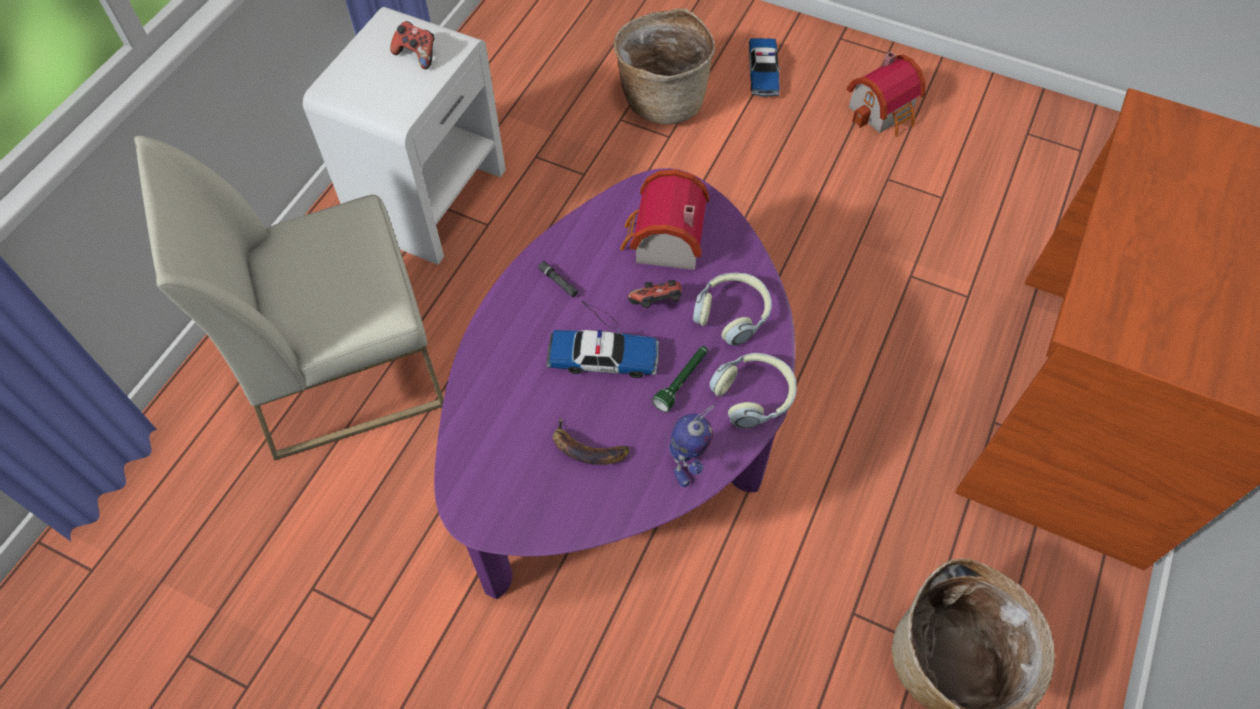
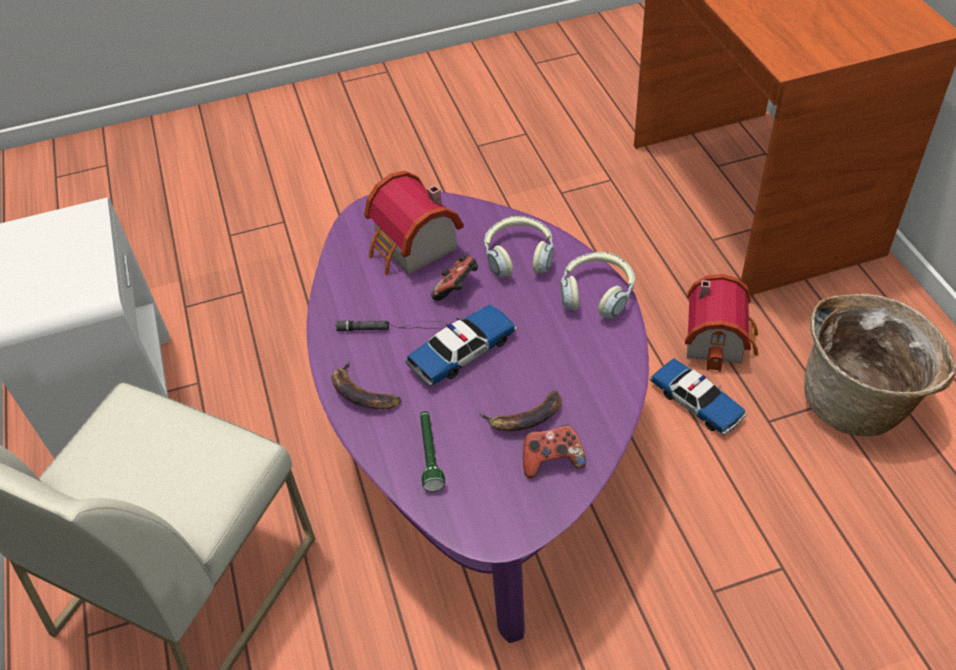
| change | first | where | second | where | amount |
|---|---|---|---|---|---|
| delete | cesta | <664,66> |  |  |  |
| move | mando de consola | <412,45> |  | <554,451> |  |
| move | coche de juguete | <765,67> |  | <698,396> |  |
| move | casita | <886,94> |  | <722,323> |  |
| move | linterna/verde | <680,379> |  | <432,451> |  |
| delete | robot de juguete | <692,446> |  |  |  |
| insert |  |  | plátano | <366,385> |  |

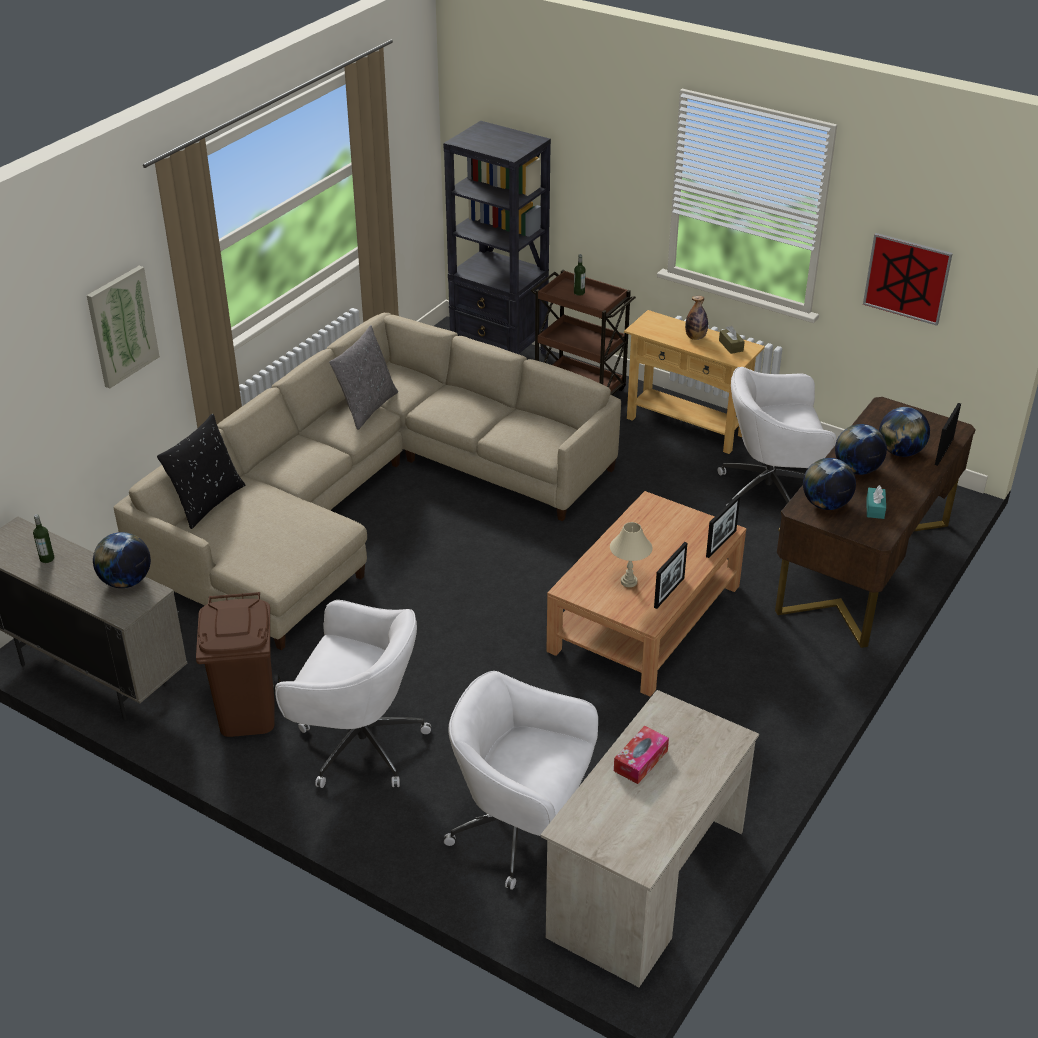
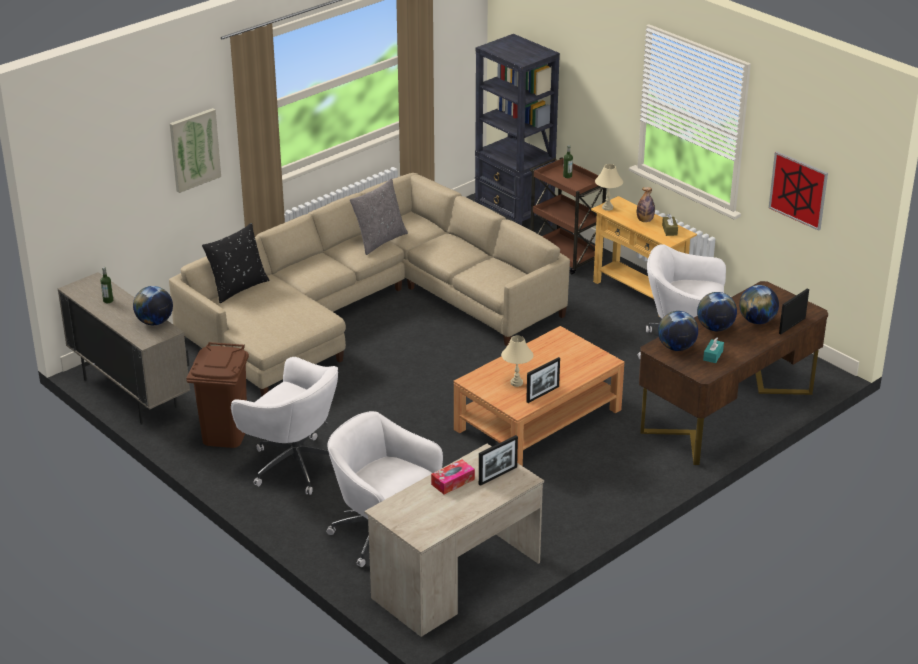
| change | first | where | second | where | amount |
|---|---|---|---|---|---|
| move | portarretratos | <723,526> |  | <498,460> |  |
| insert |  |  | lámpara de mesa/beis | <609,187> |  |

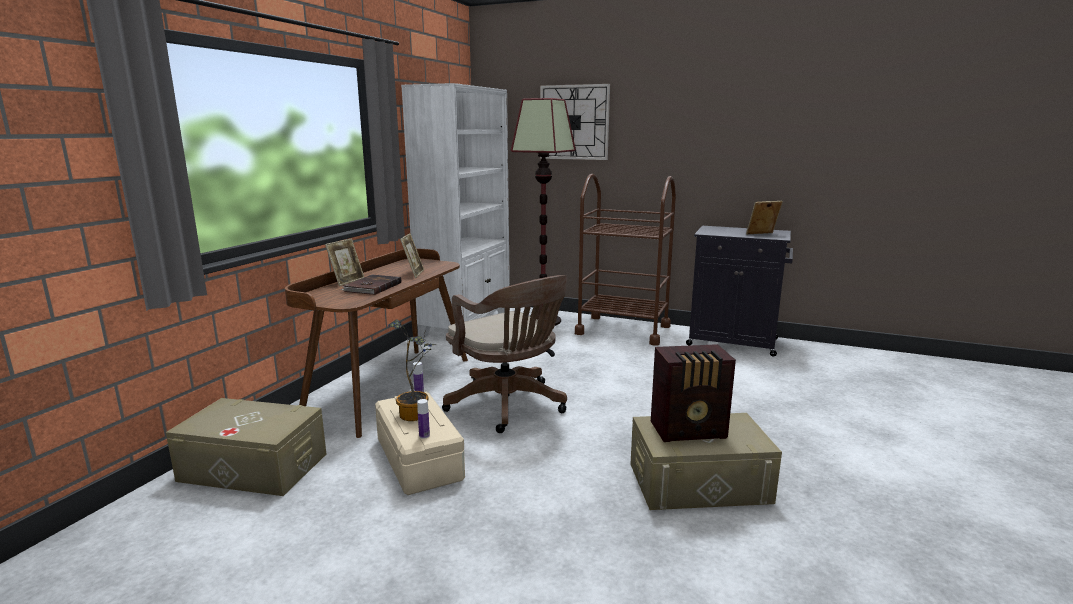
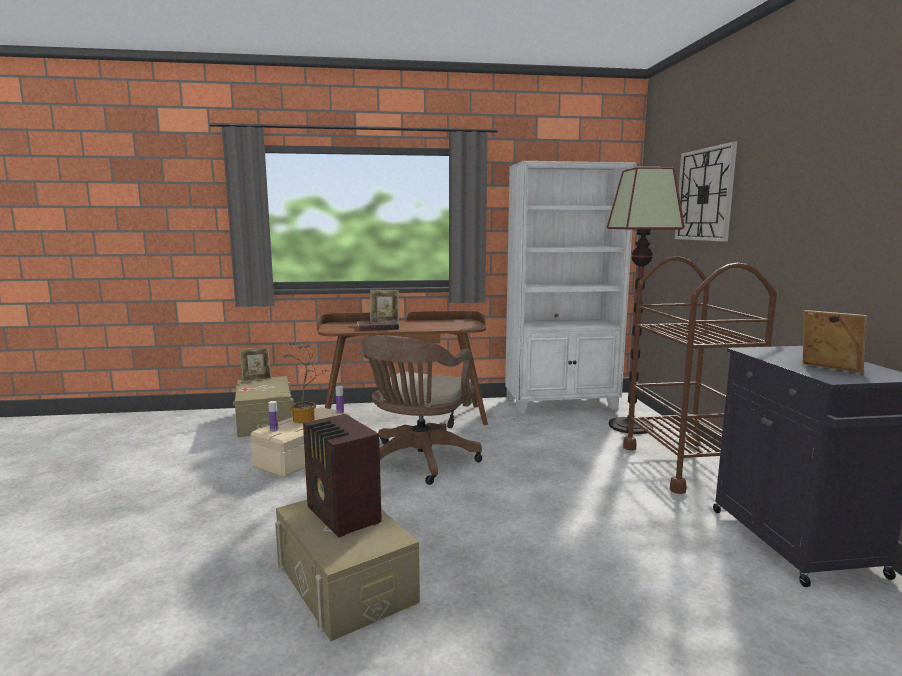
| change | first | where | second | where | amount |
|---|---|---|---|---|---|
| move | portarretratos | <412,255> |  | <255,364> |  |

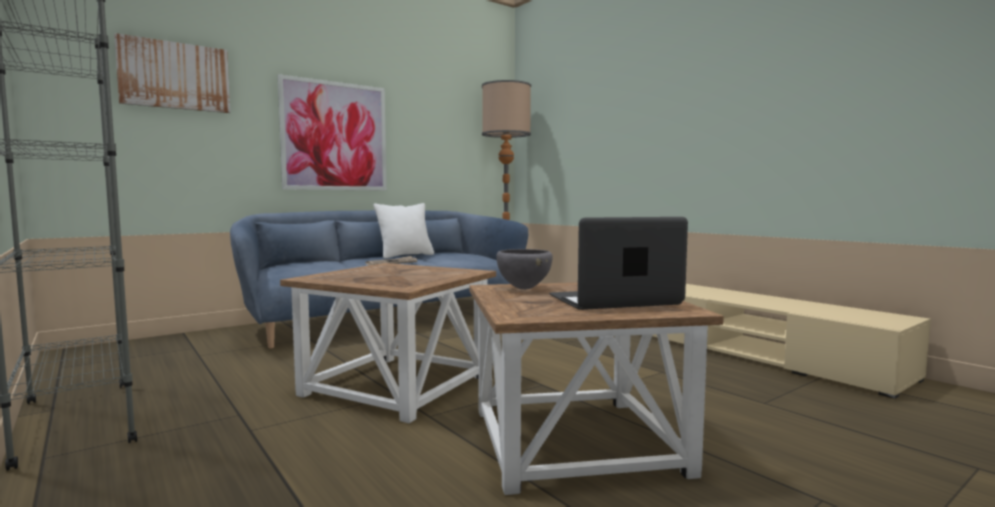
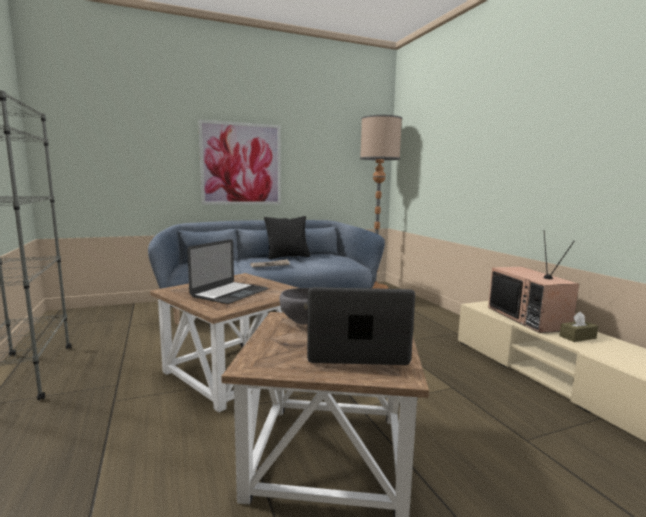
| change | first | where | second | where | amount |
|---|---|---|---|---|---|
| delete | cuadro | <172,73> |  |  |  |
| recolor | cojín/blanco | <403,231> | cojín/negro | <287,237> |  |
| insert |  |  | televisor | <533,281> |  |
| insert |  |  | portátil | <227,271> |  |
| insert |  |  | caja de pañuelos/marrón | <578,327> |  |

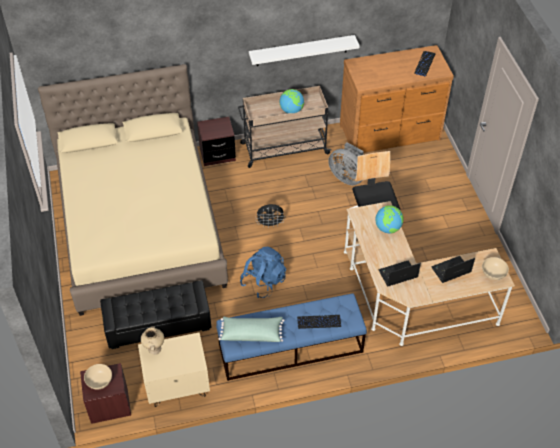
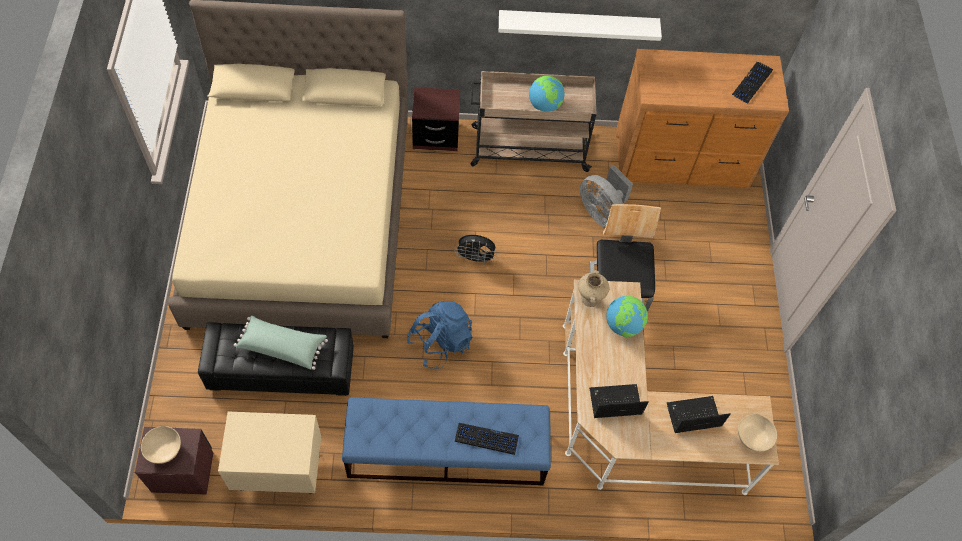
| change | first | where | second | where | amount |
|---|---|---|---|---|---|
| move | cojín/verde | <251,329> |  | <281,342> |  |
| move | florero/beis | <152,340> |  | <593,288> |  |

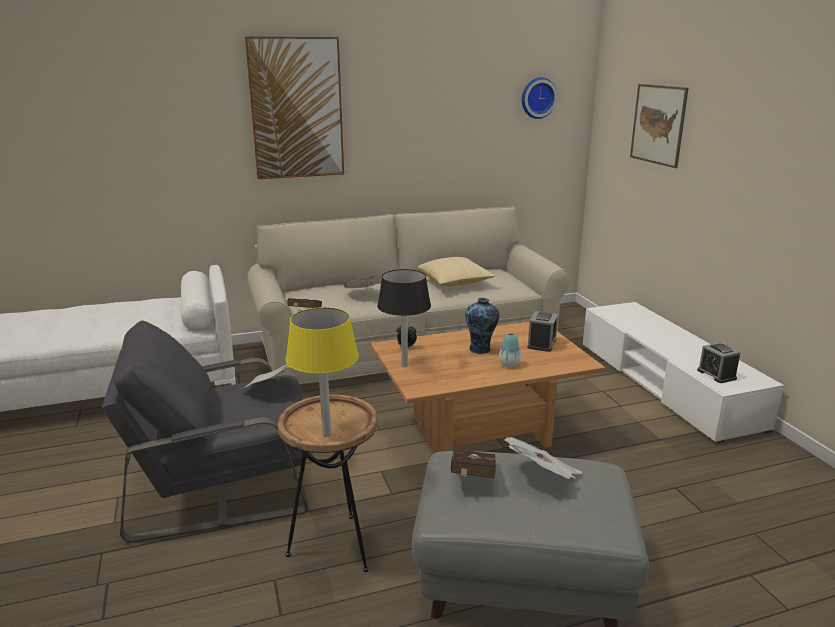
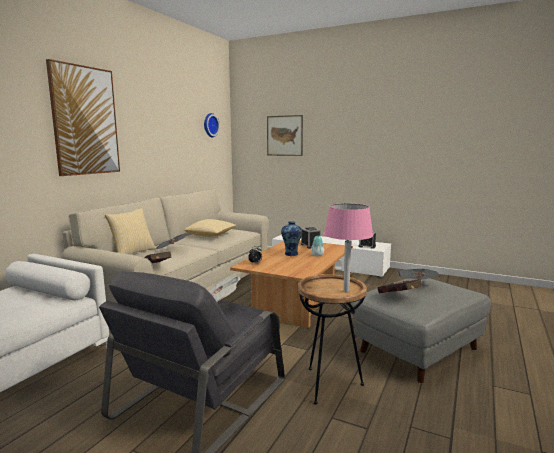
| change | first | where | second | where | amount |
|---|---|---|---|---|---|
| delete | lámpara de mesa/negro | <404,318> |  |  |  |
| recolor | lámpara de mesa/amarillo | <322,371> | lámpara de mesa/rosa | <348,247> |  |
| insert |  |  | cojín | <130,231> |  |

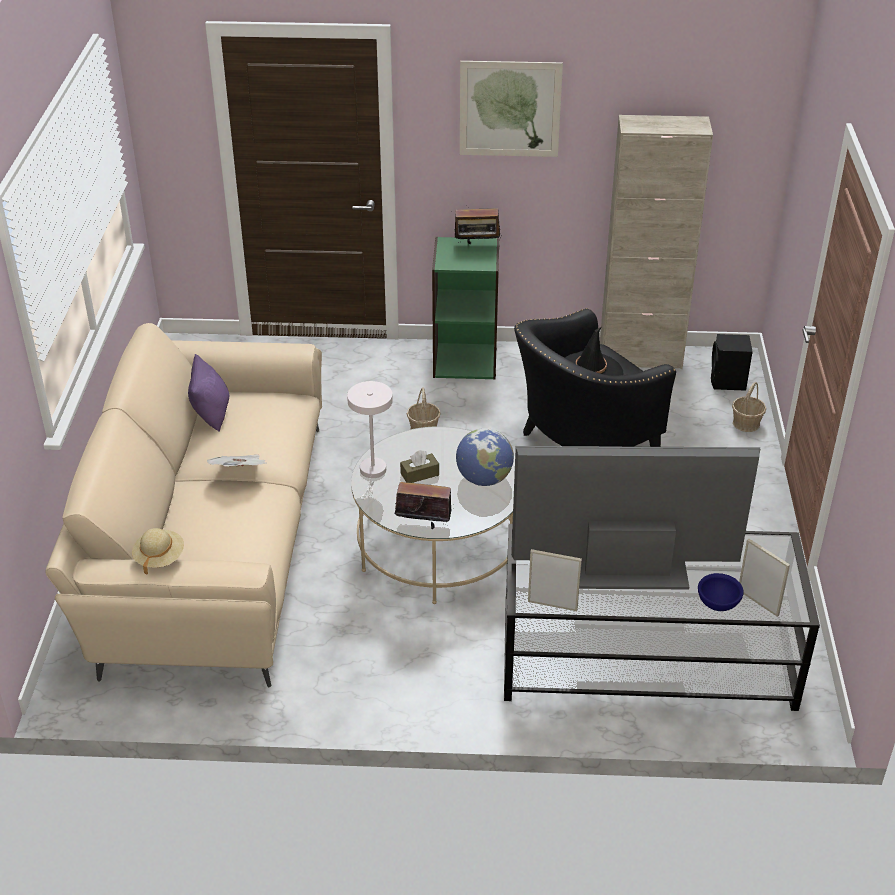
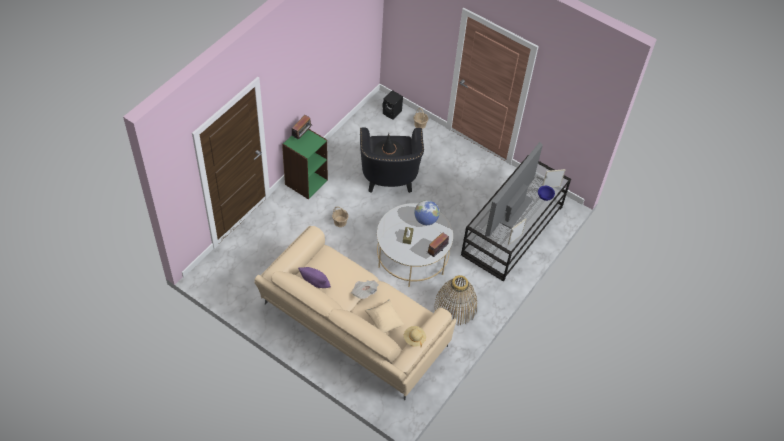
| change | first | where | second | where | amount |
|---|---|---|---|---|---|
| delete | cuadro | <511,109> |  |  |  |
| delete | armario/beis | <656,242> |  |  |  |
| delete | lámpara de mesa/blanco | <370,440> |  |  |  |
| insert |  |  | cesta | <455,300> |  |
| insert |  |  | cojín/beis | <384,316> |  |

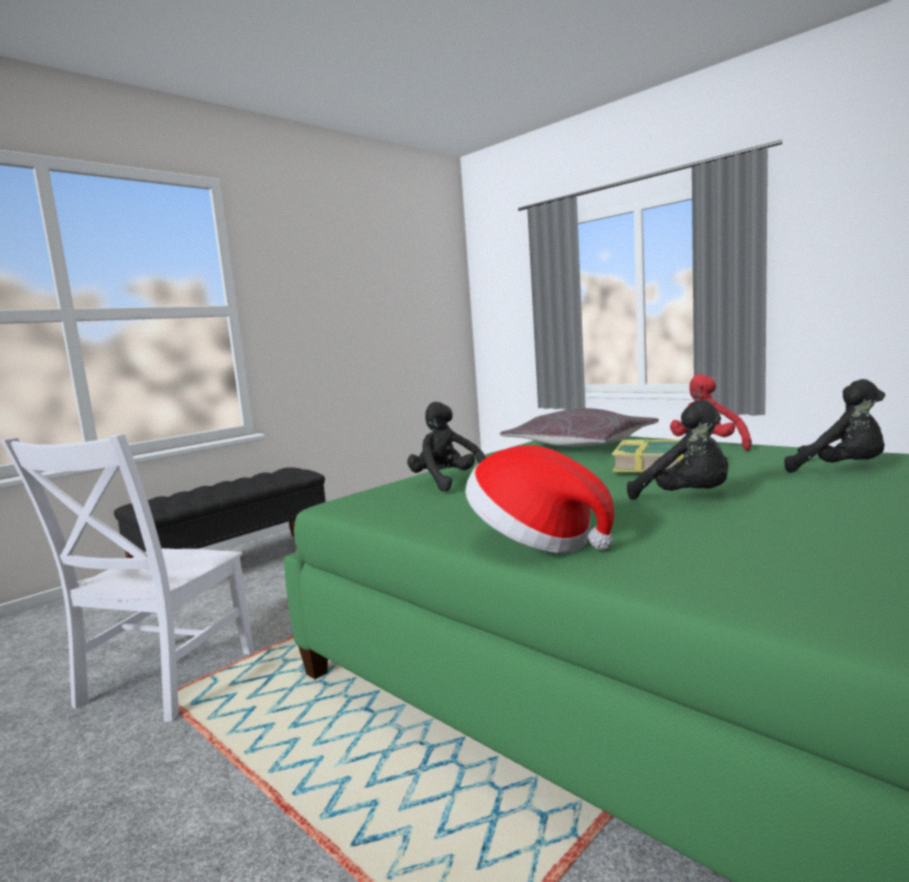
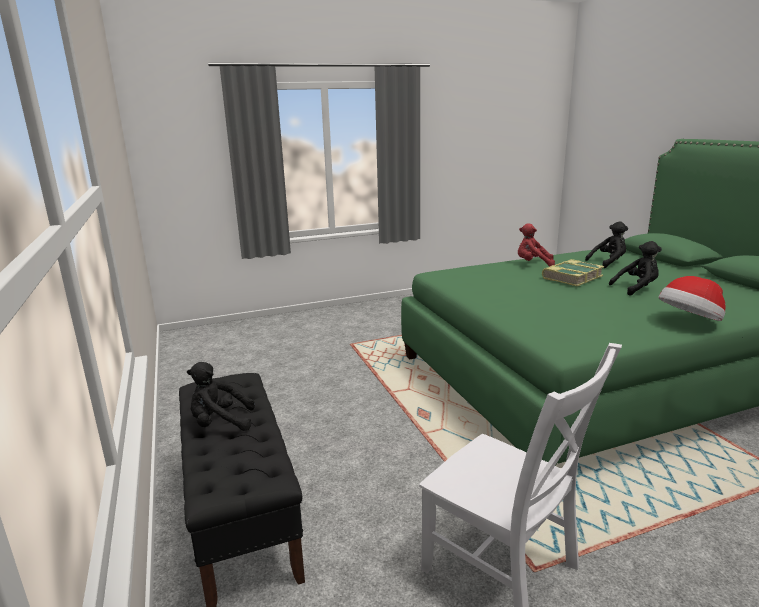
| change | first | where | second | where | amount |
|---|---|---|---|---|---|
| move | peluche/negro | <446,447> |  | <221,396> |  |
| delete | cojín/gris | <579,427> |  |  |  |

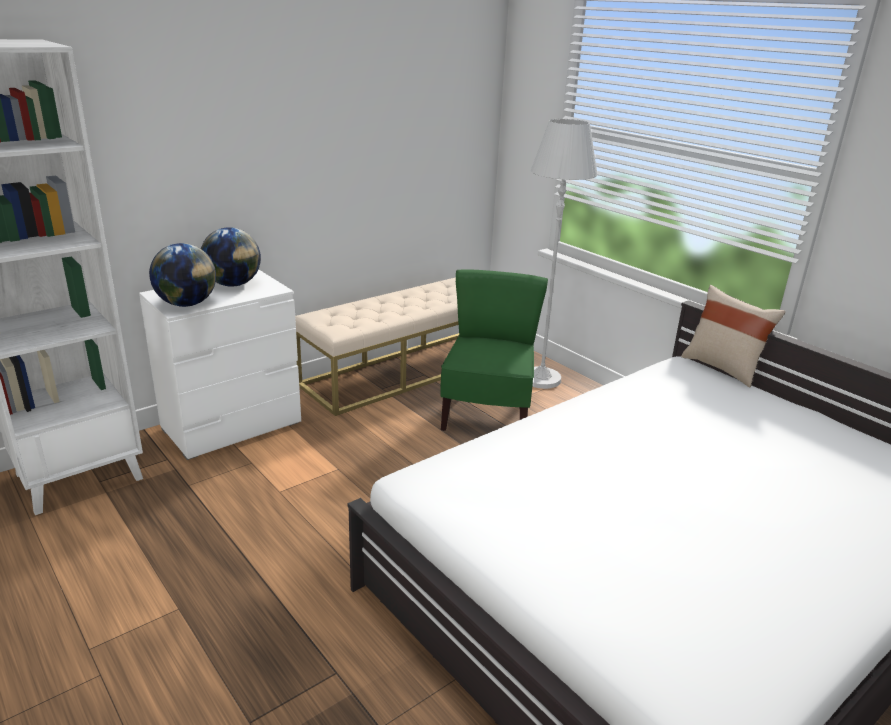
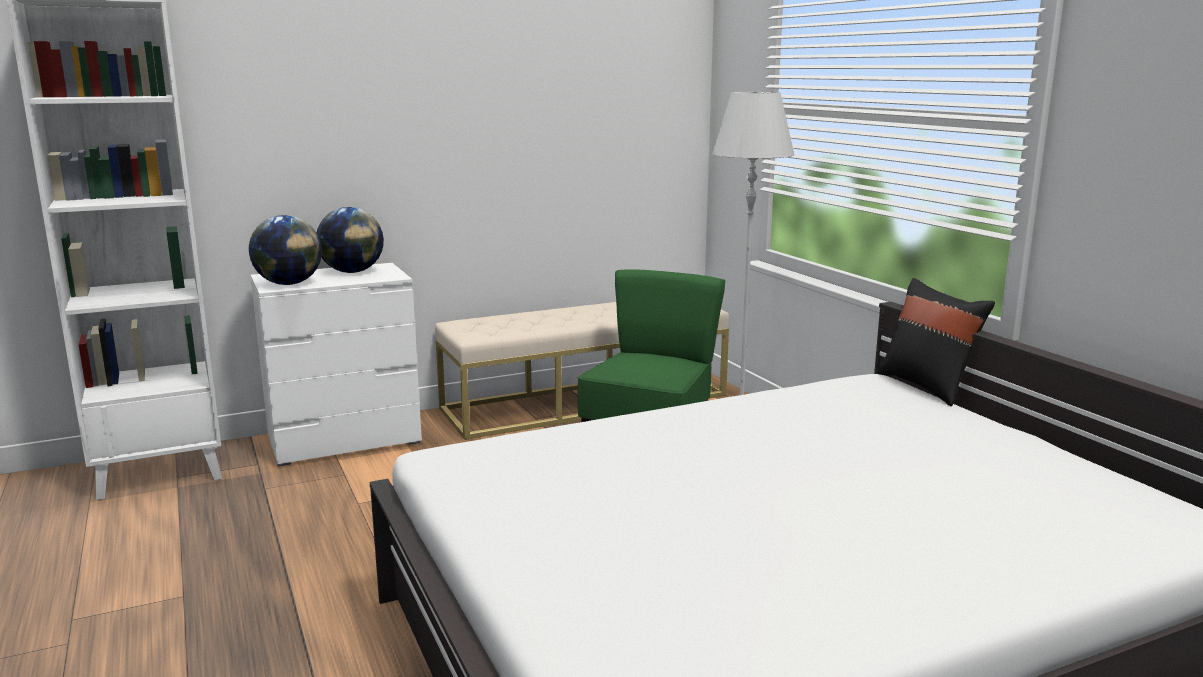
| change | first | where | second | where | amount |
|---|---|---|---|---|---|
| recolor | cojín/beis | <733,336> | cojín/negro | <936,342> |  |

